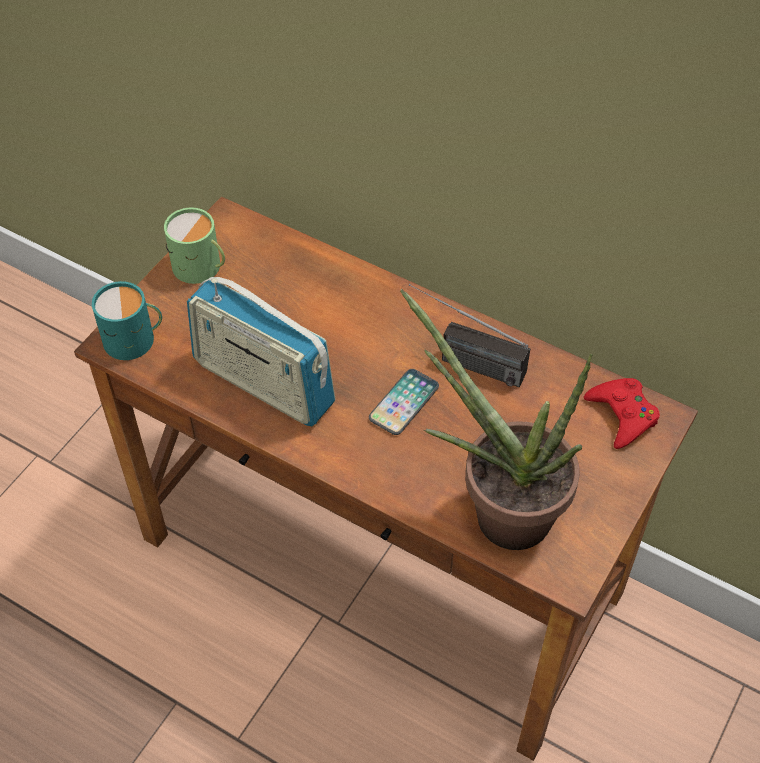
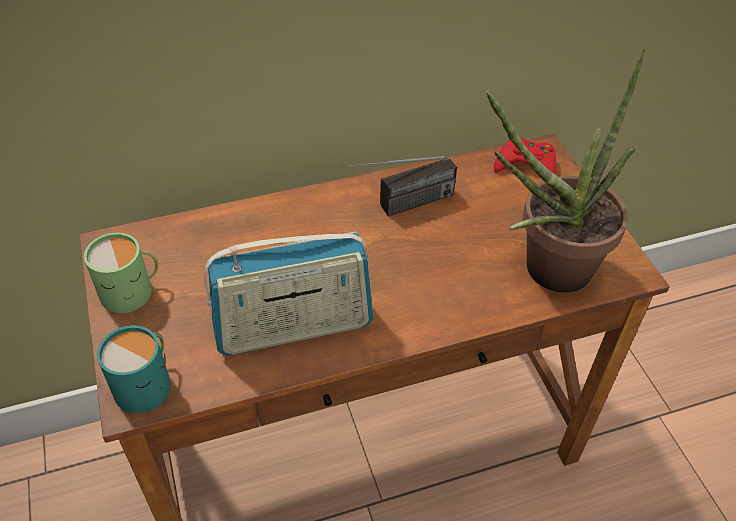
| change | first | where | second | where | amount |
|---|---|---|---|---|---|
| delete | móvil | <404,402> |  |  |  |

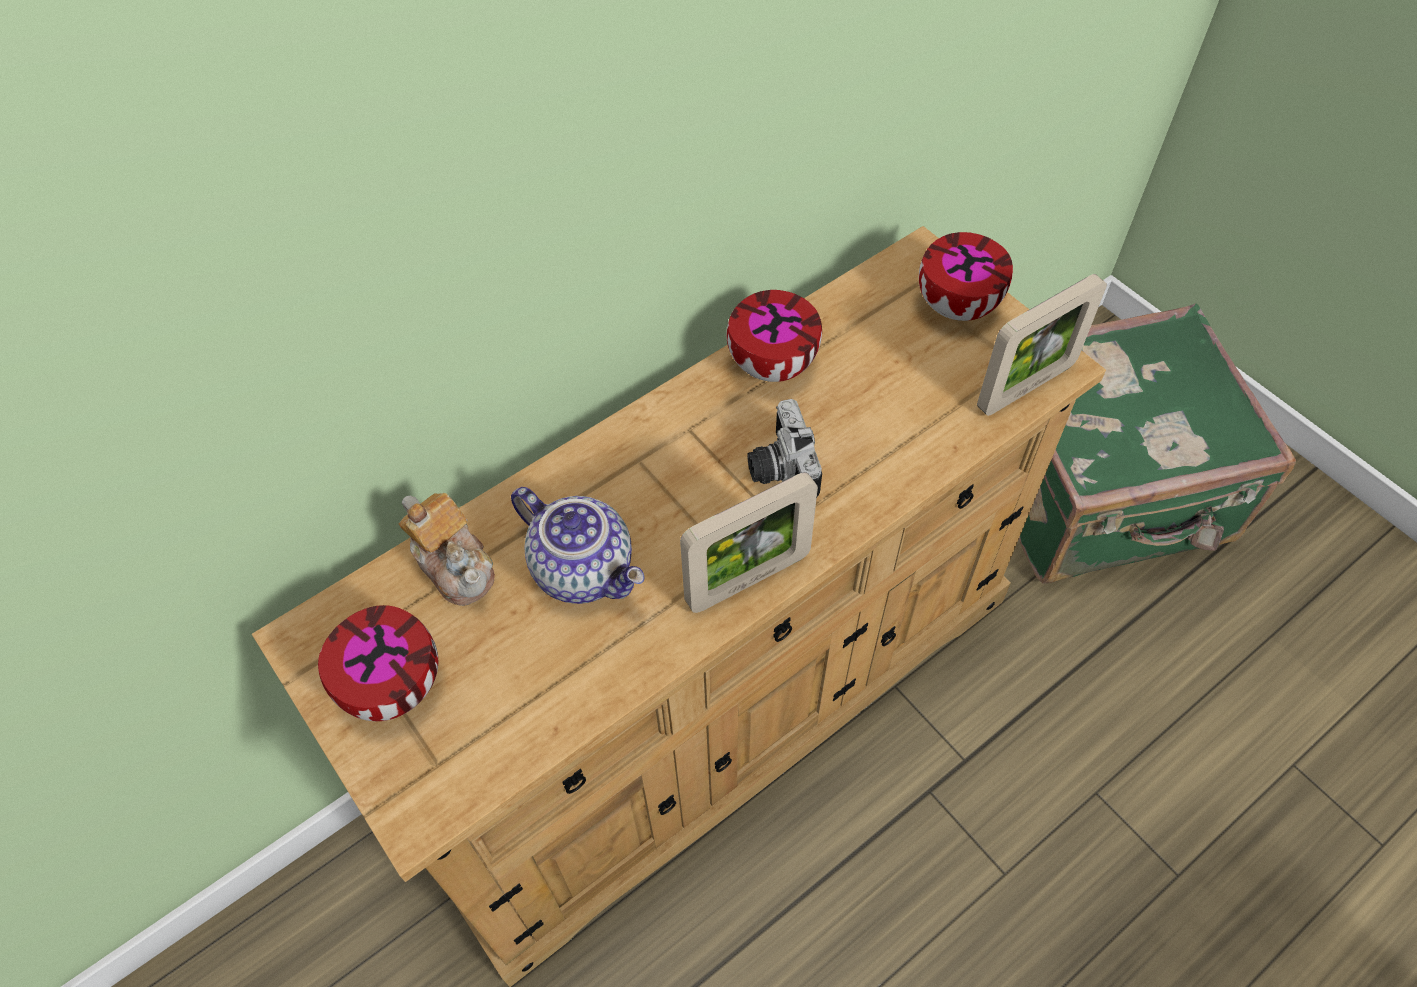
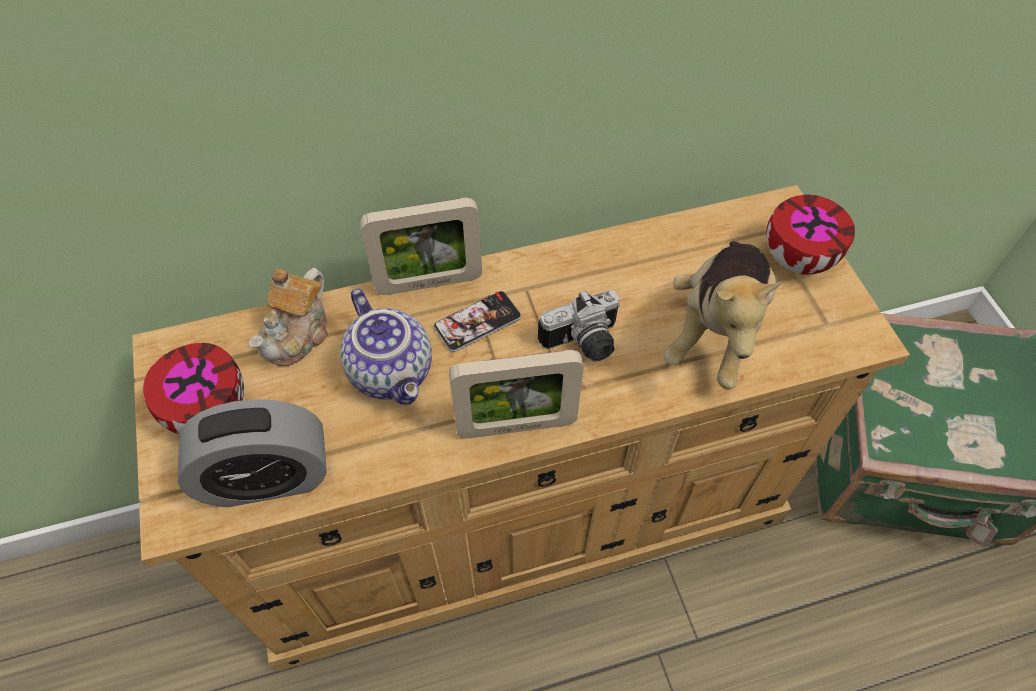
| change | first | where | second | where | amount |
|---|---|---|---|---|---|
| move | portarretratos | <1042,345> |  | <421,246> |  |
| delete | cuenco | <774,336> |  |  |  |
| rotate | cámara | <784,448> |  | <579,326> | 120 degrees counterclockwise |
| rotate | tetera | <446,549> |  | <288,317> | 45 degrees clockwise |
| insert |  |  | peluche | <723,315> |  |
| insert |  |  | móvil | <478,321> |  |
| insert |  |  | despertador | <252,453> |  |

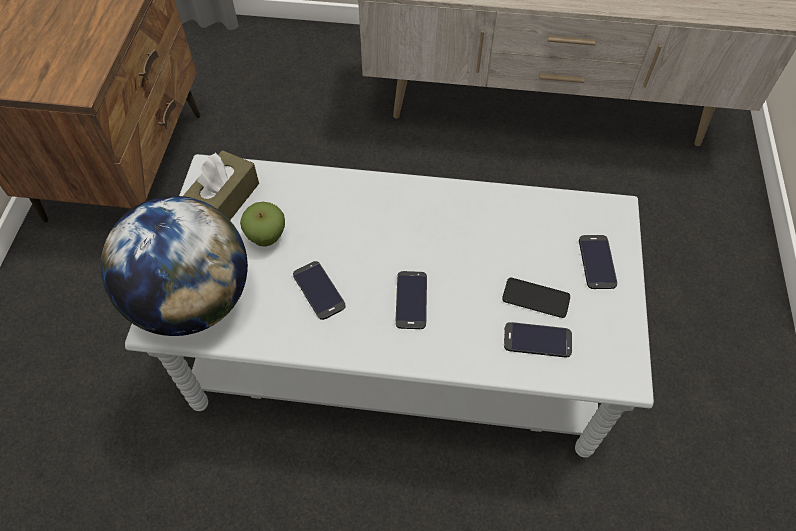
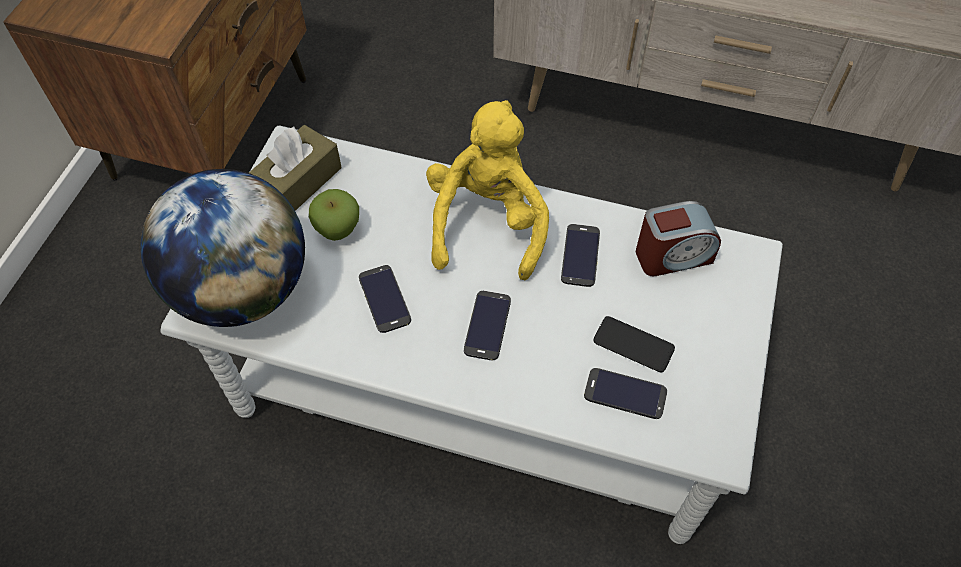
| change | first | where | second | where | amount |
|---|---|---|---|---|---|
| move | móvil | <598,262> |  | <580,255> |  |
| insert |  |  | peluche/amarillo | <487,190> |  |
| insert |  |  | despertador | <678,238> |  |

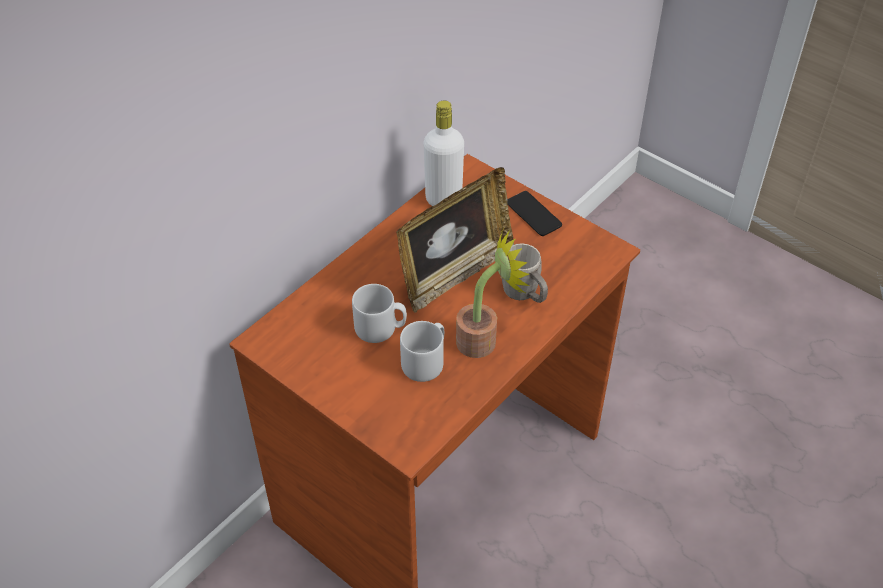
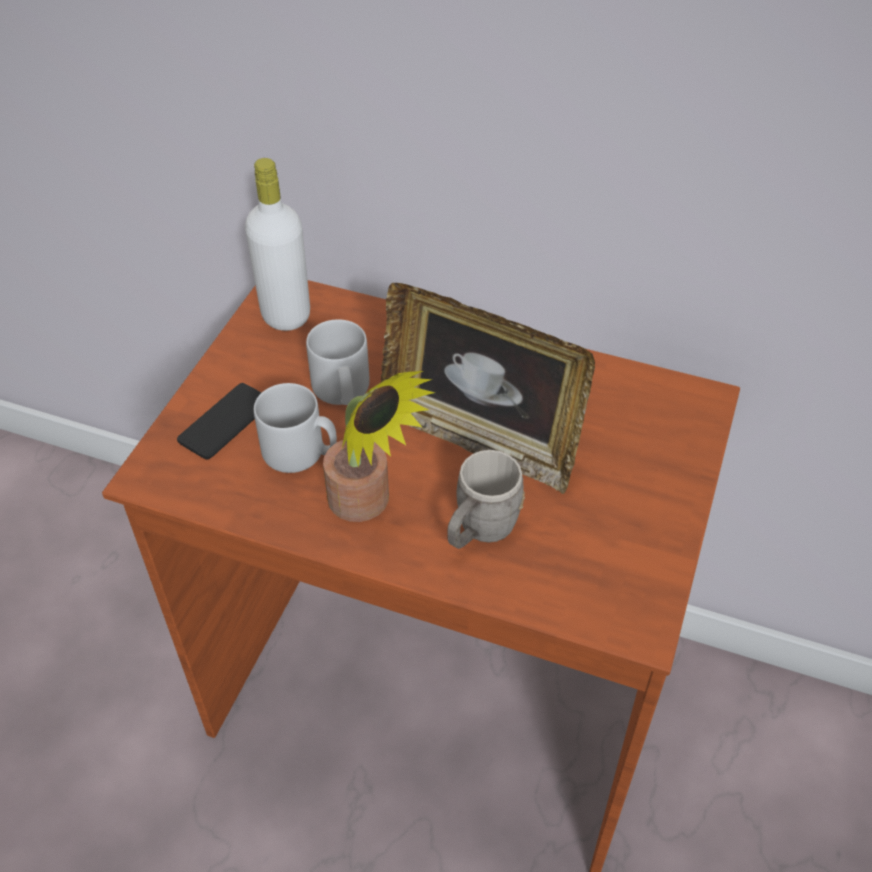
| change | first | where | second | where | amount |
|---|---|---|---|---|---|
| move | botella/blanco | <444,153> |  | <277,244> |  |
| move | móvil | <534,213> |  | <219,421> |  |

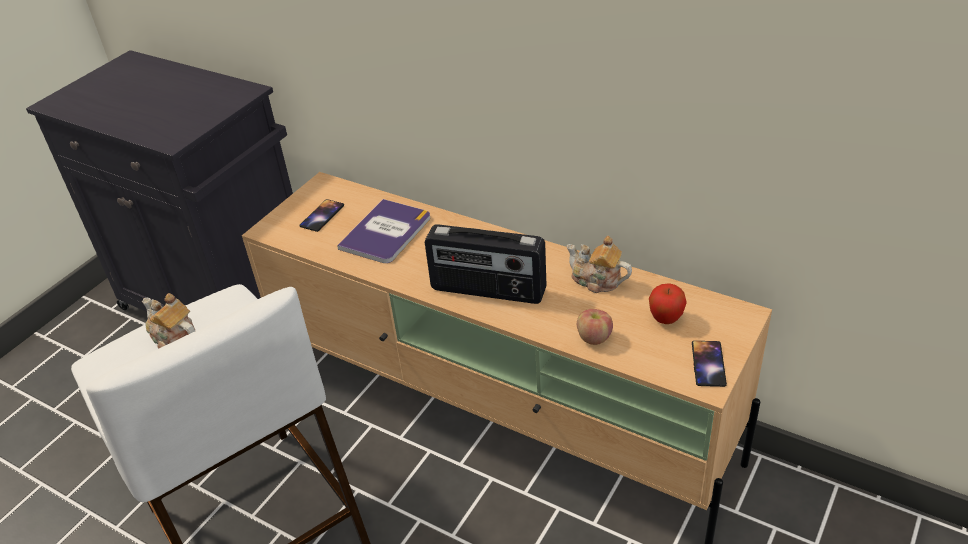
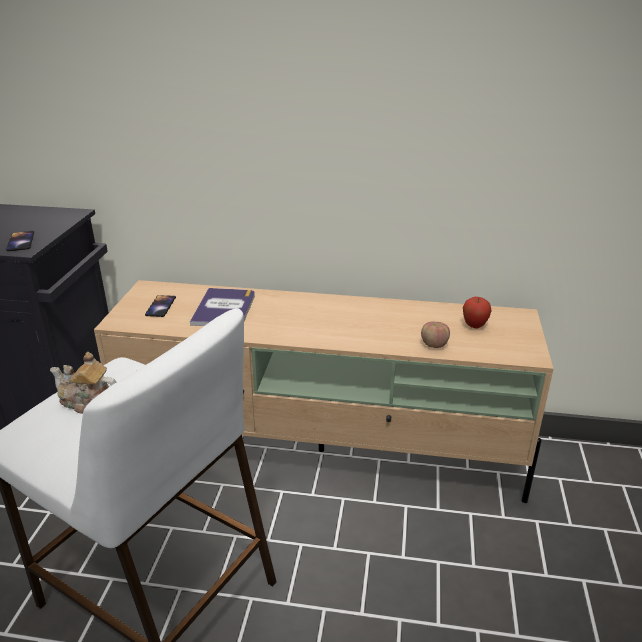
| change | first | where | second | where | amount |
|---|---|---|---|---|---|
| delete | radio | <486,264> |  |  |  |
| delete | tetera | <599,264> |  |  |  |
| move | móvil | <709,364> |  | <20,241> |  |

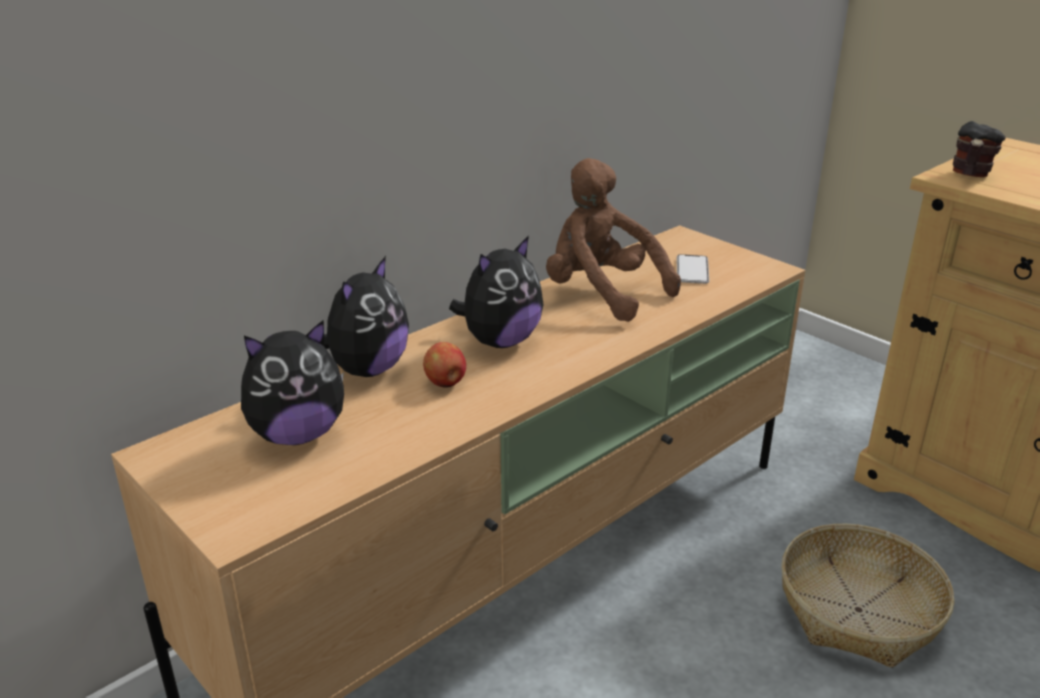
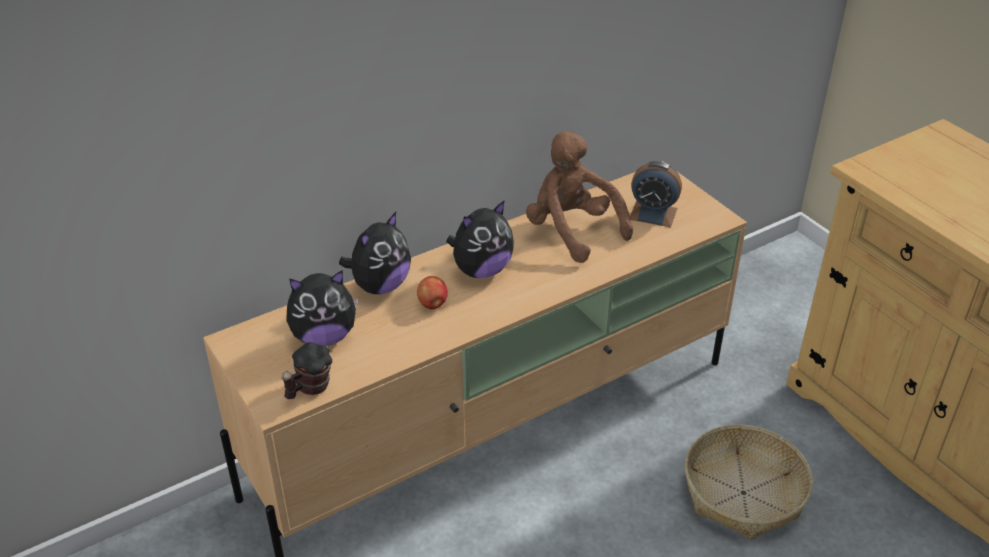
| change | first | where | second | where | amount |
|---|---|---|---|---|---|
| move | taza grande | <979,149> |  | <307,370> |  |
| replace | móvil | <693,269> | despertador | <656,194> |  |

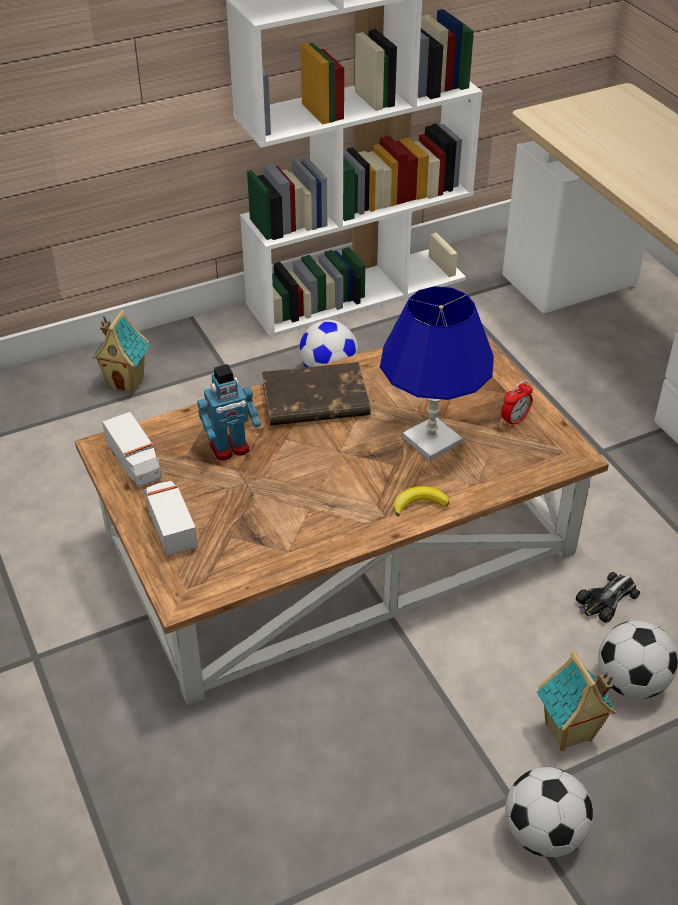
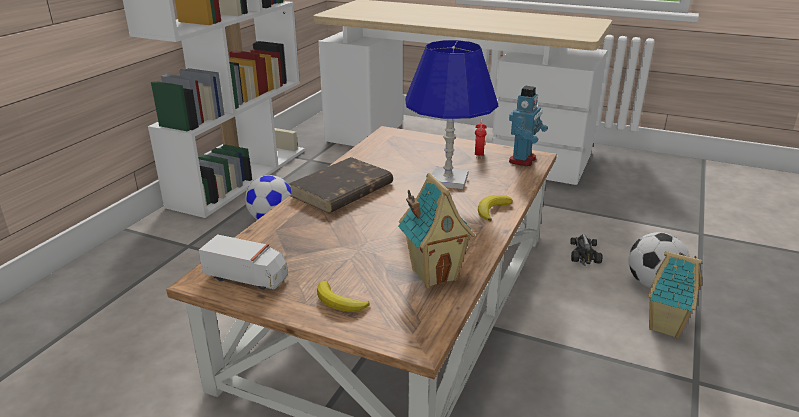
| change | first | where | second | where | amount |
|---|---|---|---|---|---|
| move | casita | <121,351> |  | <436,230> |  |
| move | robot de juguete | <229,412> |  | <528,126> |  |
| replace | camión de juguete | <170,518> | plátano | <343,296> |  |
| delete | balón de fútbol | <549,812> |  |  |  |

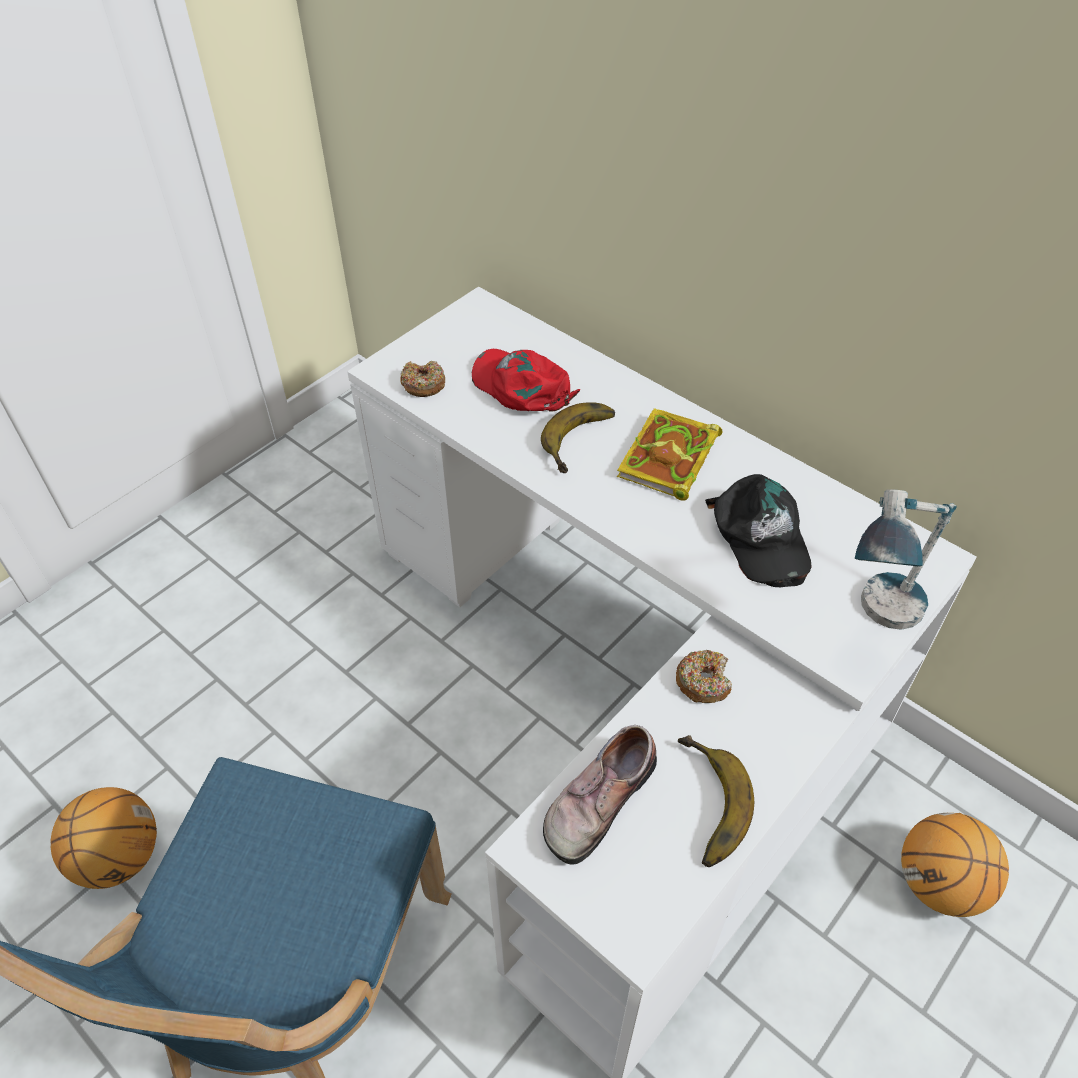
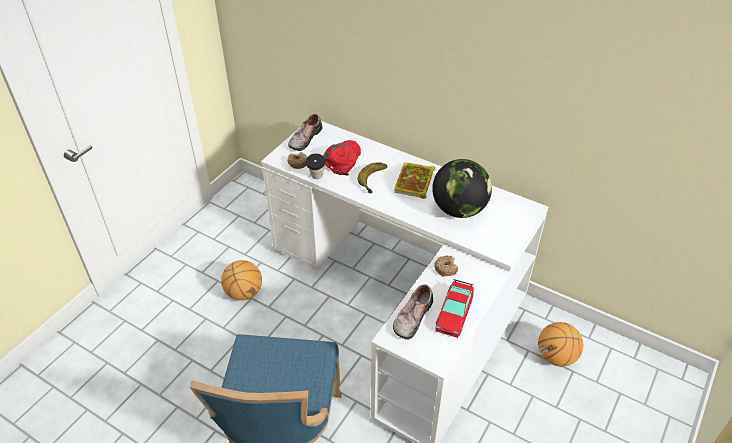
| change | first | where | second | where | amount |
|---|---|---|---|---|---|
| rotate | gorra/rojo | <526,380> |  | <342,158> | 75 degrees clockwise |
| replace | gorra/negro | <758,530> | globo terráqueo | <462,188> |  |
| delete | lámpara de mesa | <905,559> |  |  |  |
| replace | plátano | <716,801> | coche de juguete | <454,308> |  |
| move | balón de baloncesto | <104,838> |  | <241,280> |  |
| insert |  |  | zapato | <305,132> |  |
| insert |  |  | taza | <315,166> |  |

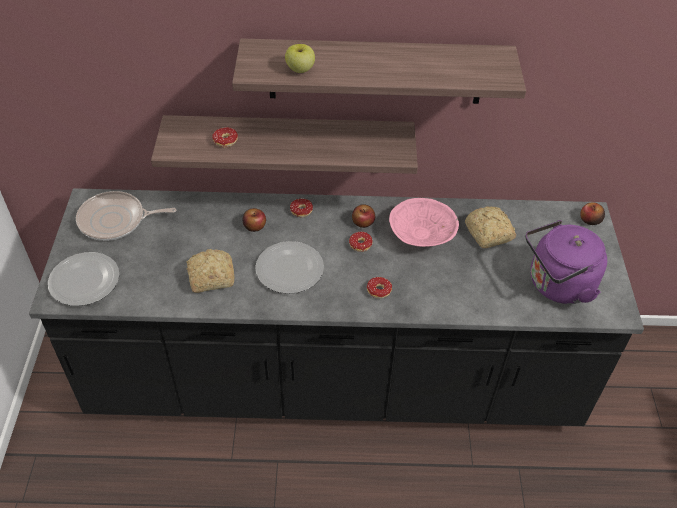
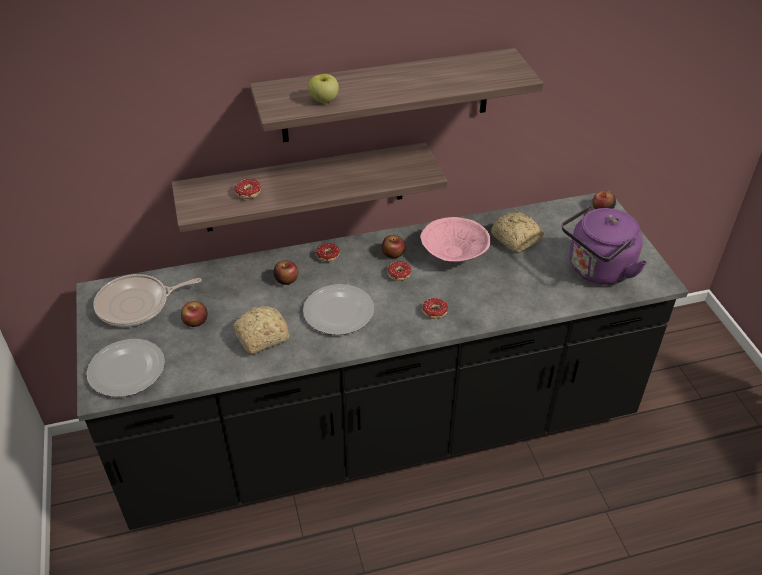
| change | first | where | second | where | amount |
|---|---|---|---|---|---|
| insert |  |  | manzana | <194,314> |  |

